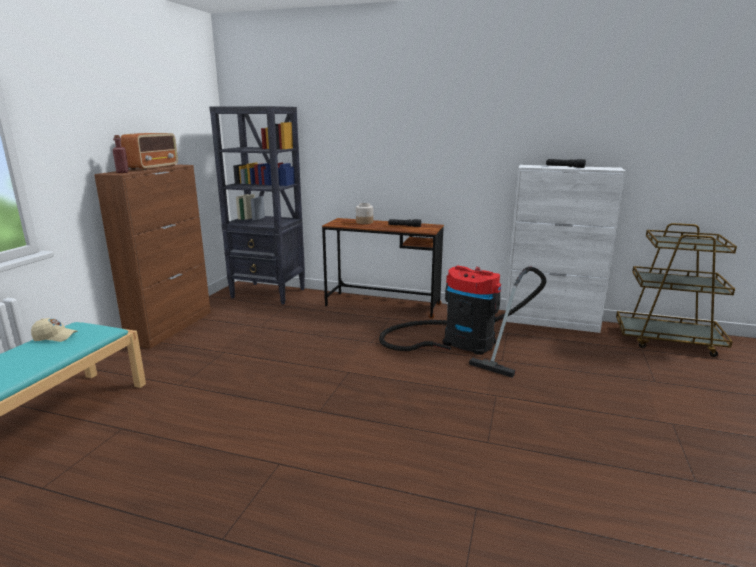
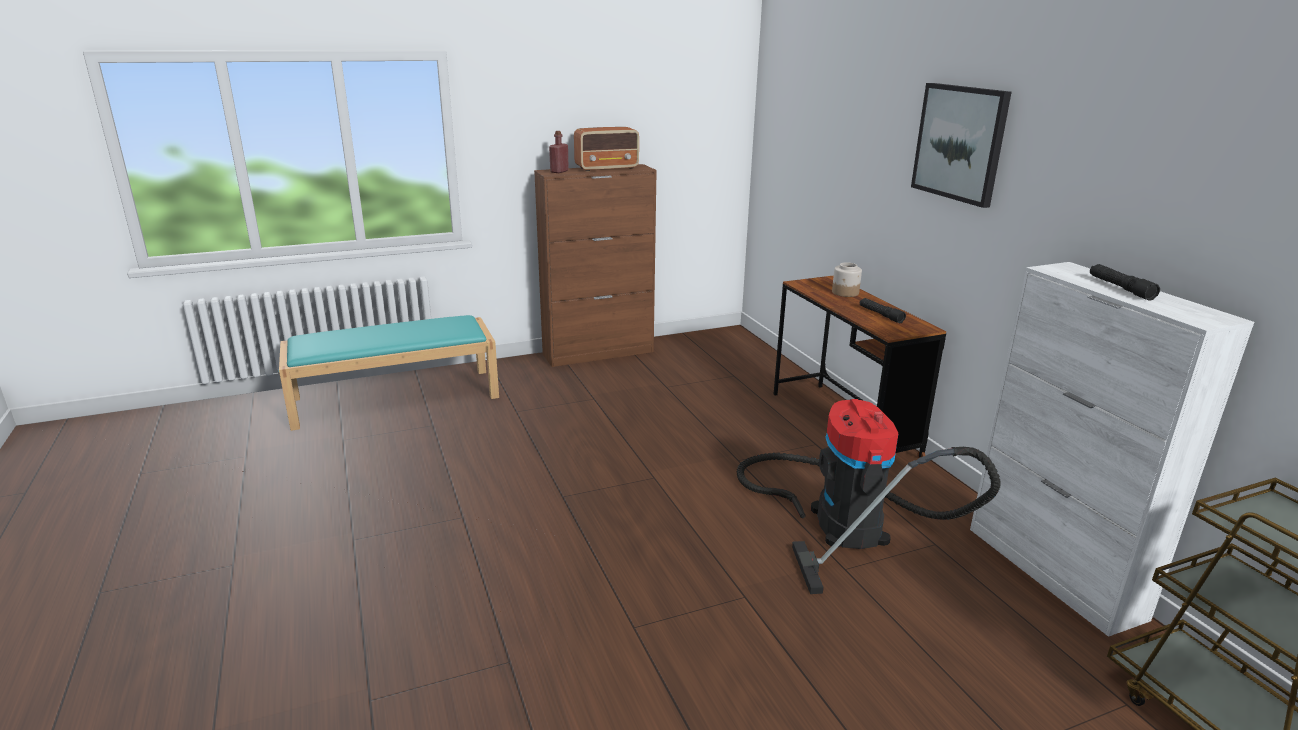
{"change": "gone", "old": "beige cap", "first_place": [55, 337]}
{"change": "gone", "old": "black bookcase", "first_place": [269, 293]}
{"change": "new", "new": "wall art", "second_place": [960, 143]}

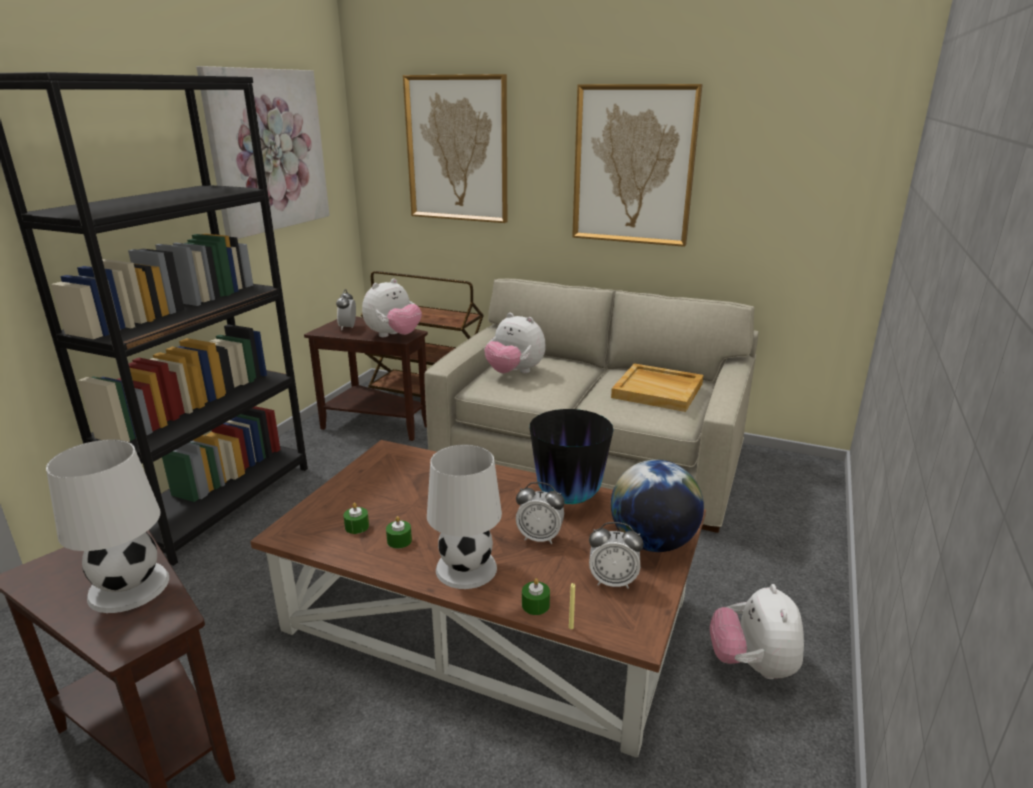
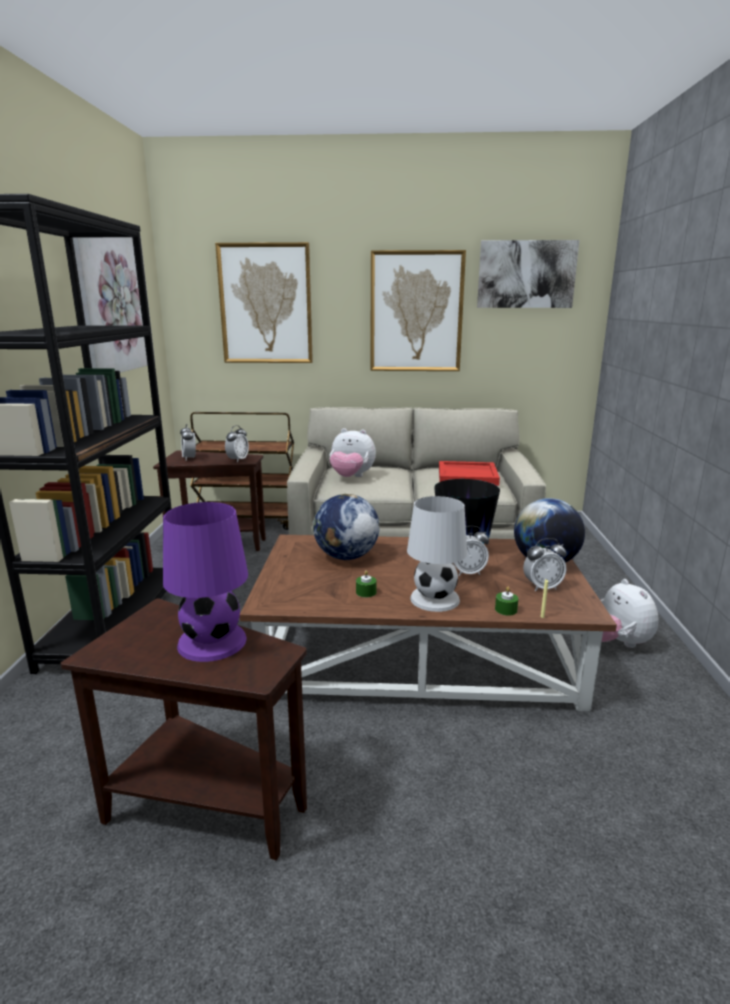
{"change": "repainted", "old": "white lamp for a table", "new": "purple lamp for a table", "first_place": [130, 587], "second_place": [213, 641]}
{"change": "gone", "old": "green-coloured candle", "first_place": [357, 526]}
{"change": "swapped", "old": "soft toy", "new": "alarm clock", "first_place": [393, 336], "second_place": [237, 460]}
{"change": "repainted", "old": "beige carrying tray", "new": "red-coloured carrying tray", "first_place": [658, 390], "second_place": [468, 476]}
{"change": "new", "new": "globe", "second_place": [346, 557]}
{"change": "new", "new": "wall art", "second_place": [526, 274]}

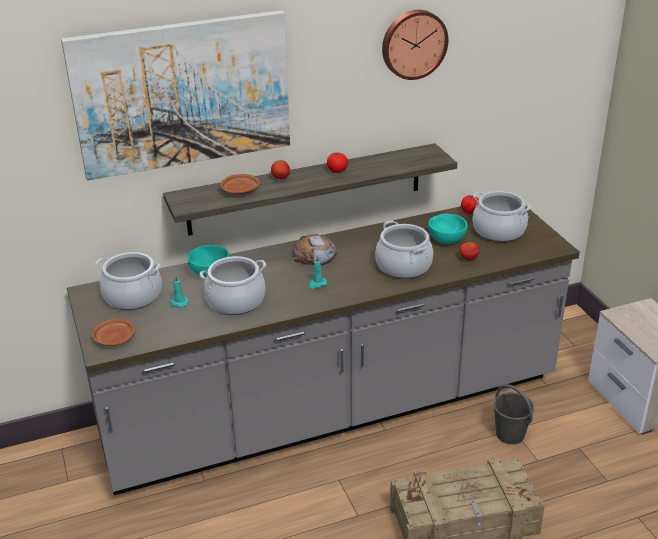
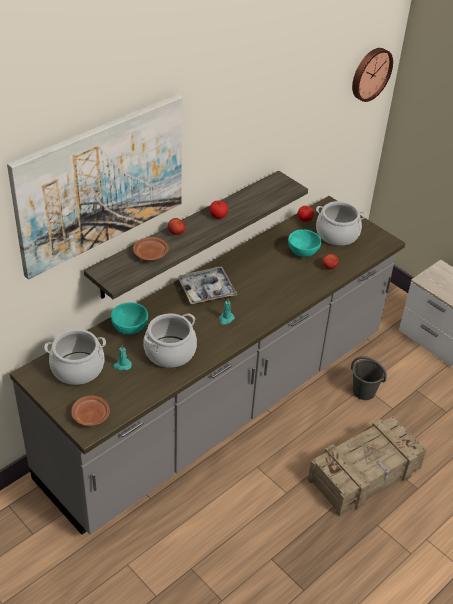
{"change": "swapped", "old": "bakery bread", "new": "carrying tray", "first_place": [314, 255], "second_place": [206, 290]}
{"change": "gone", "old": "saucepot", "first_place": [403, 266]}
{"change": "shifted", "old": "wall clock", "first_place": [413, 44], "second_place": [370, 73]}

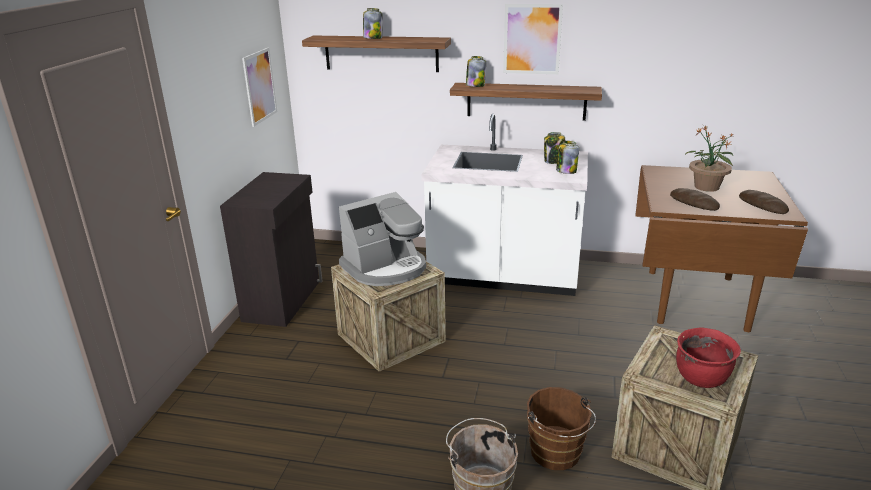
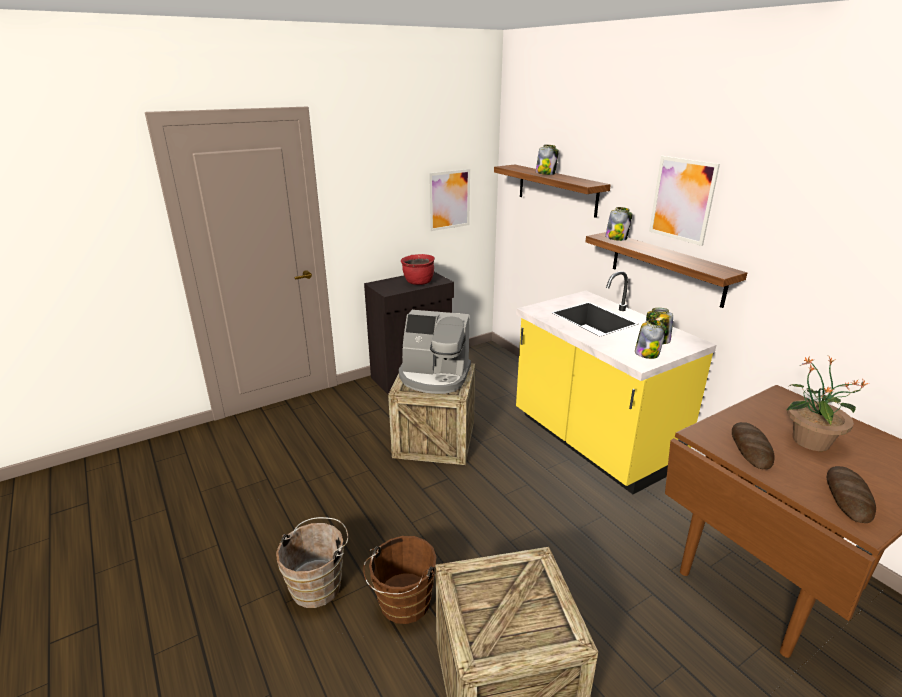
{"change": "repainted", "old": "white kitchen base unit", "new": "yellow kitchen base unit", "first_place": [504, 276], "second_place": [593, 441]}
{"change": "shifted", "old": "red-coloured saucepot", "first_place": [701, 379], "second_place": [418, 282]}

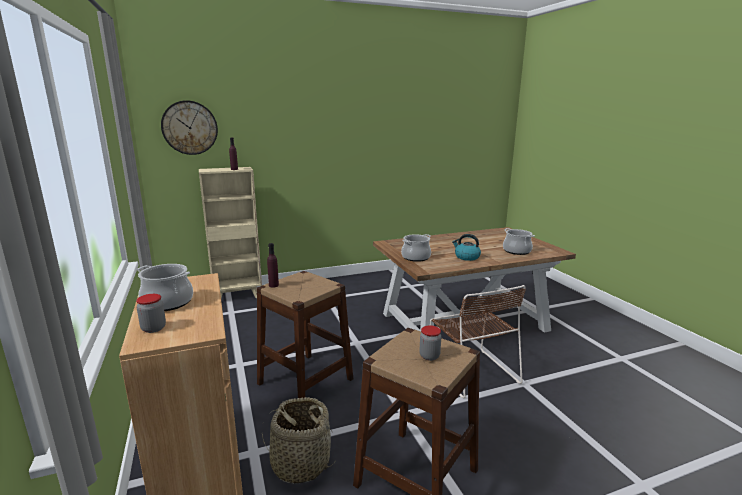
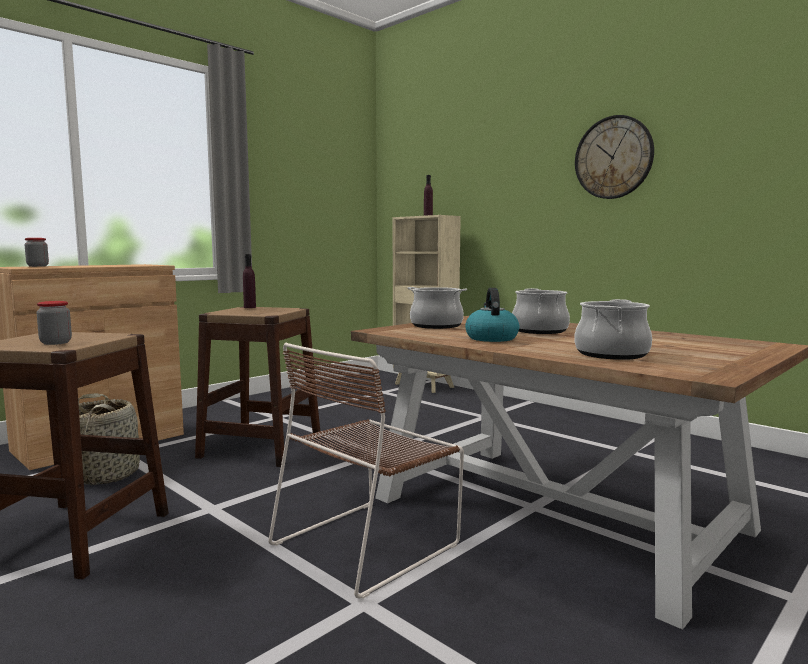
{"change": "shifted", "old": "saucepot", "first_place": [168, 302], "second_place": [540, 331]}
{"change": "shifted", "old": "wall clock", "first_place": [189, 128], "second_place": [613, 157]}

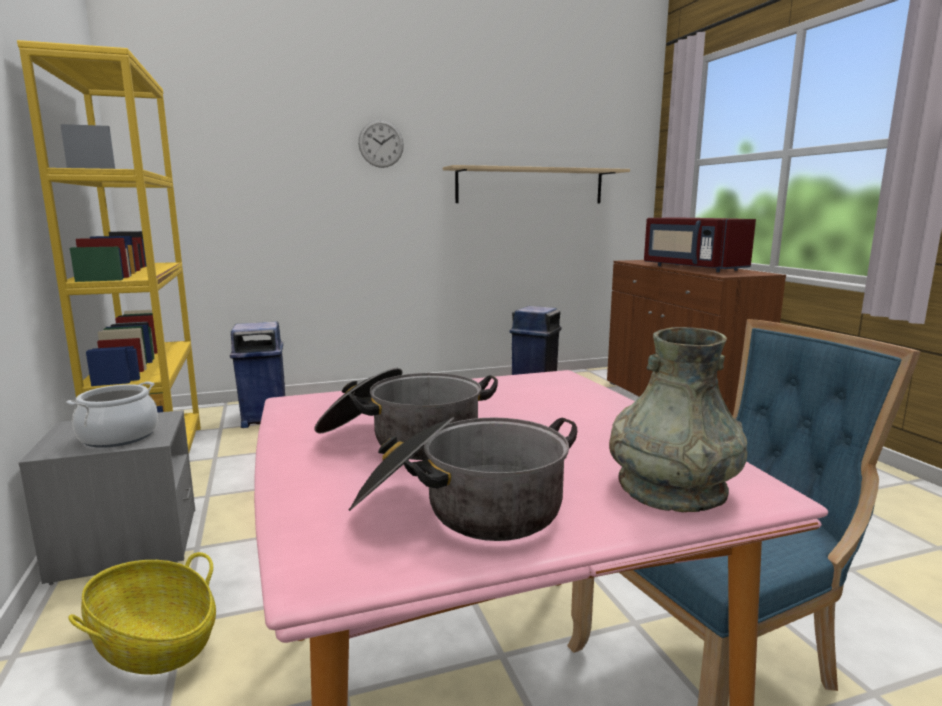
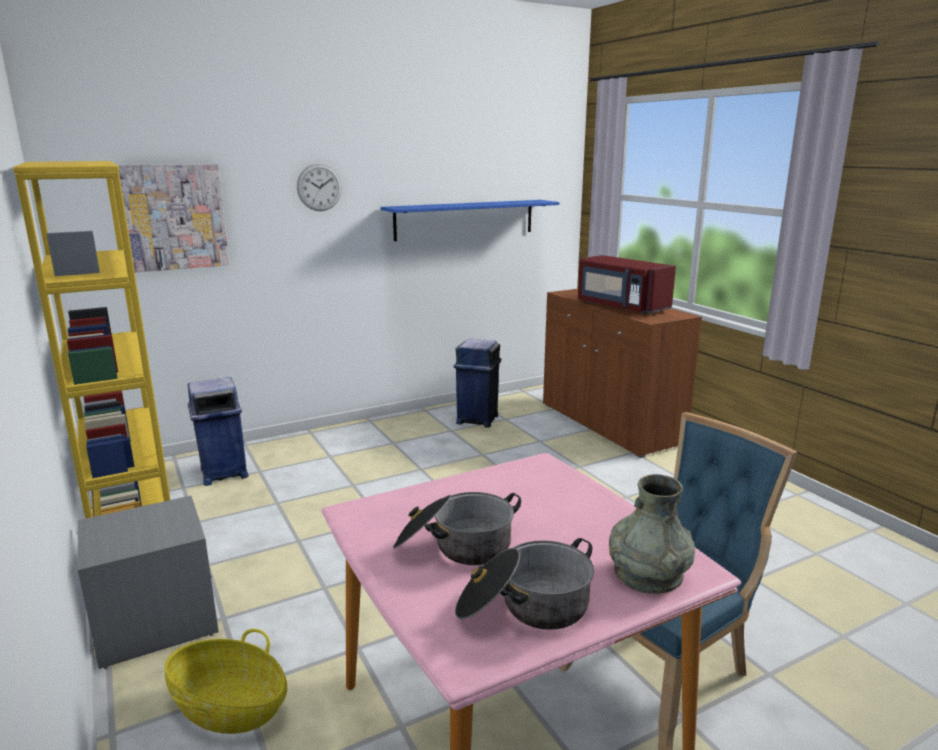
{"change": "gone", "old": "saucepot", "first_place": [119, 437]}
{"change": "repainted", "old": "beige wall shelf", "new": "blue wall shelf", "first_place": [530, 186], "second_place": [465, 219]}
{"change": "new", "new": "wall art", "second_place": [170, 217]}

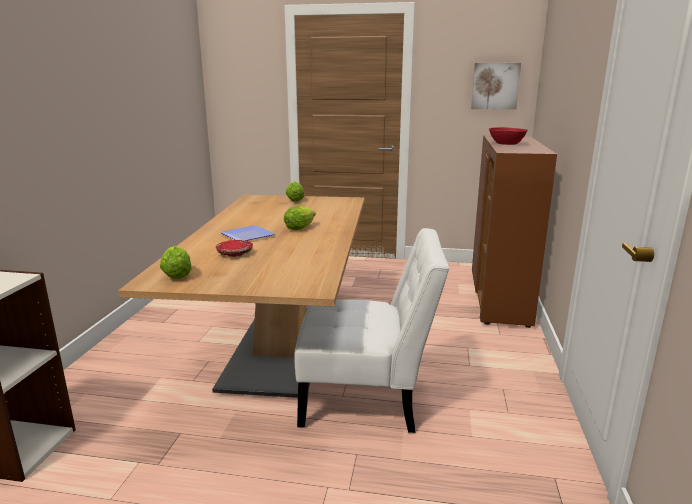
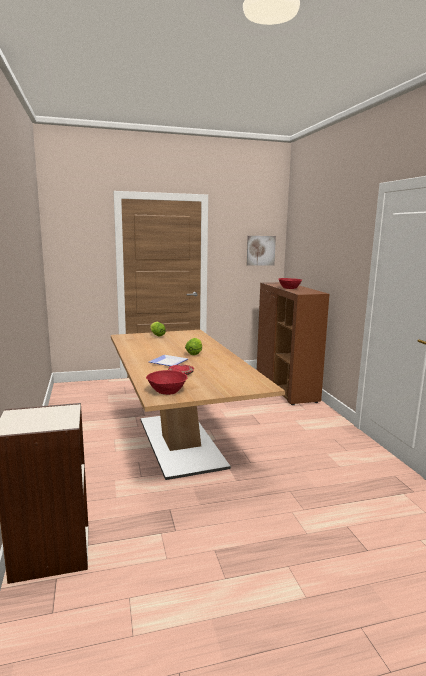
{"change": "swapped", "old": "lettuce head", "new": "red-coloured serving bowl", "first_place": [177, 274], "second_place": [166, 391]}
{"change": "gone", "old": "white plain chair", "first_place": [367, 398]}

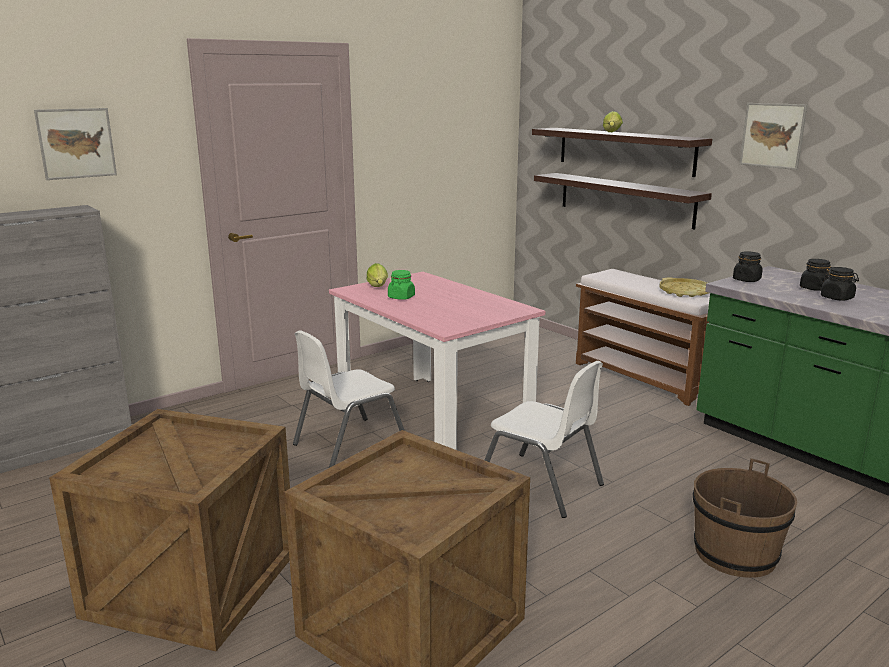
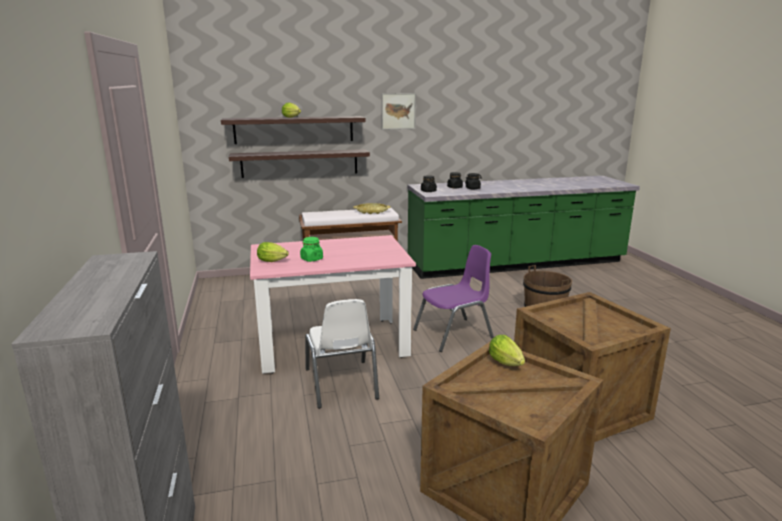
{"change": "gone", "old": "wall art", "first_place": [76, 143]}
{"change": "repainted", "old": "white plain chair", "new": "purple plain chair", "first_place": [540, 485], "second_place": [454, 334]}
{"change": "new", "new": "lettuce head", "second_place": [507, 364]}

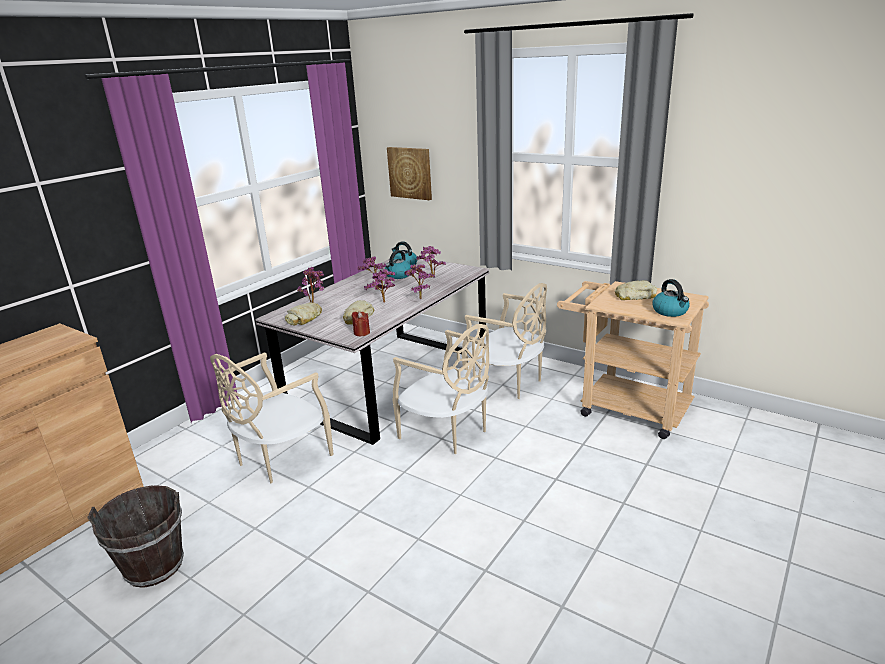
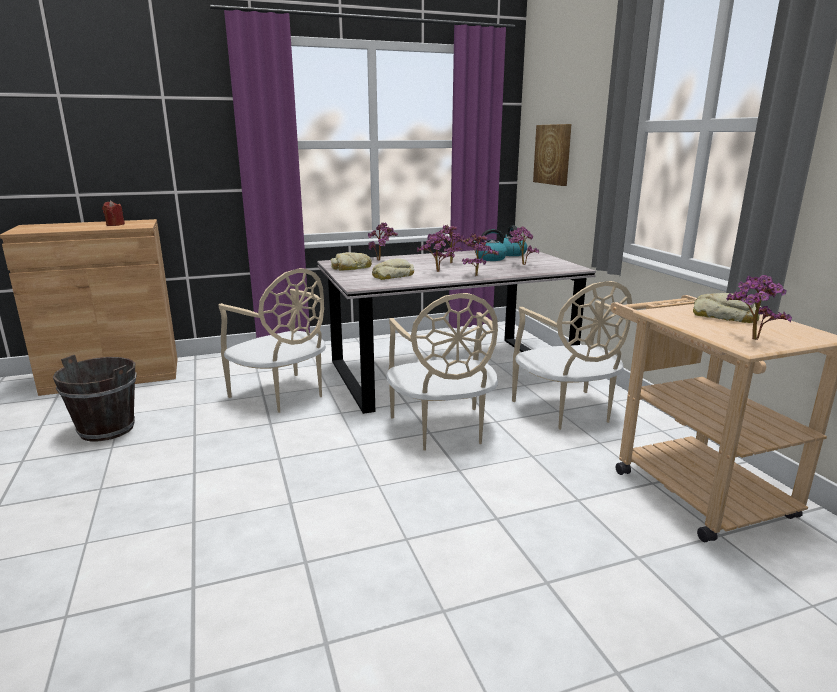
{"change": "rotated", "old": "beige plain chair", "first_place": [280, 458], "second_place": [282, 395], "degrees": -120}
{"change": "shifted", "old": "red-coloured candle", "first_place": [361, 333], "second_place": [115, 225]}
{"change": "swapped", "old": "water kettle", "new": "houseplant", "first_place": [670, 311], "second_place": [750, 339]}

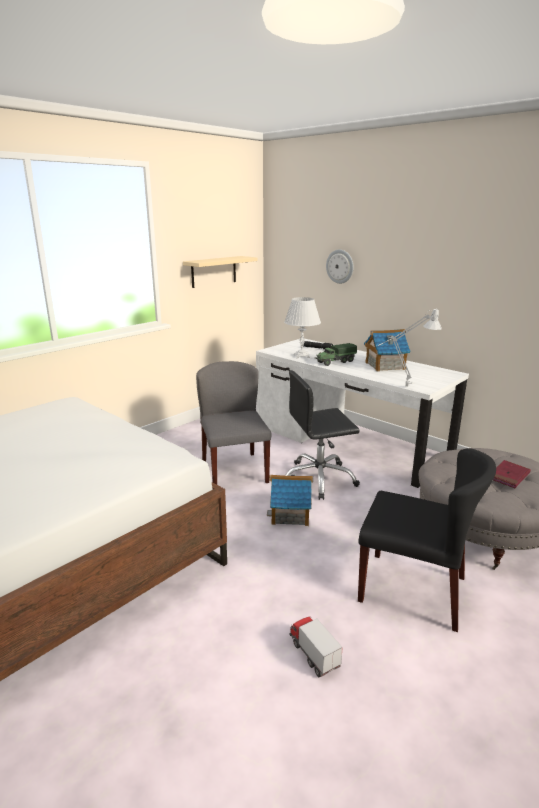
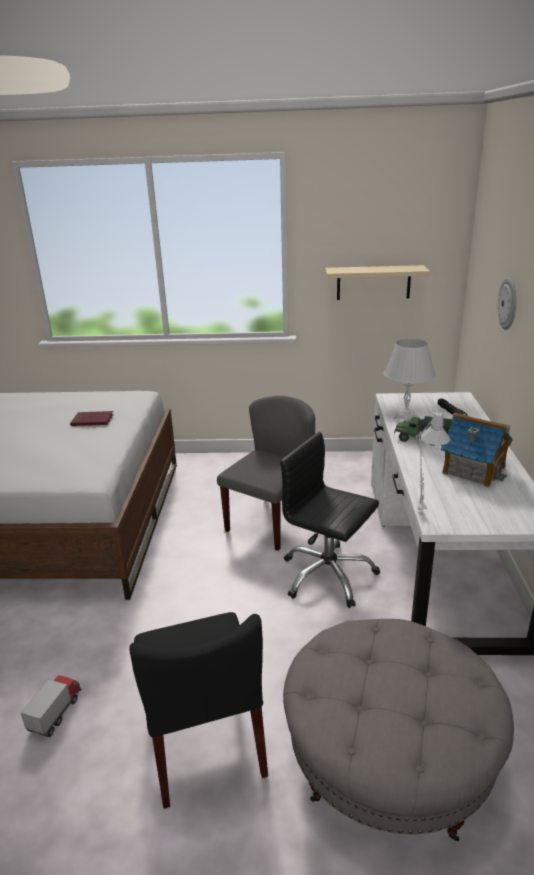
{"change": "gone", "old": "toy house", "first_place": [290, 514]}
{"change": "shifted", "old": "red-coloured book", "first_place": [508, 476], "second_place": [92, 421]}

